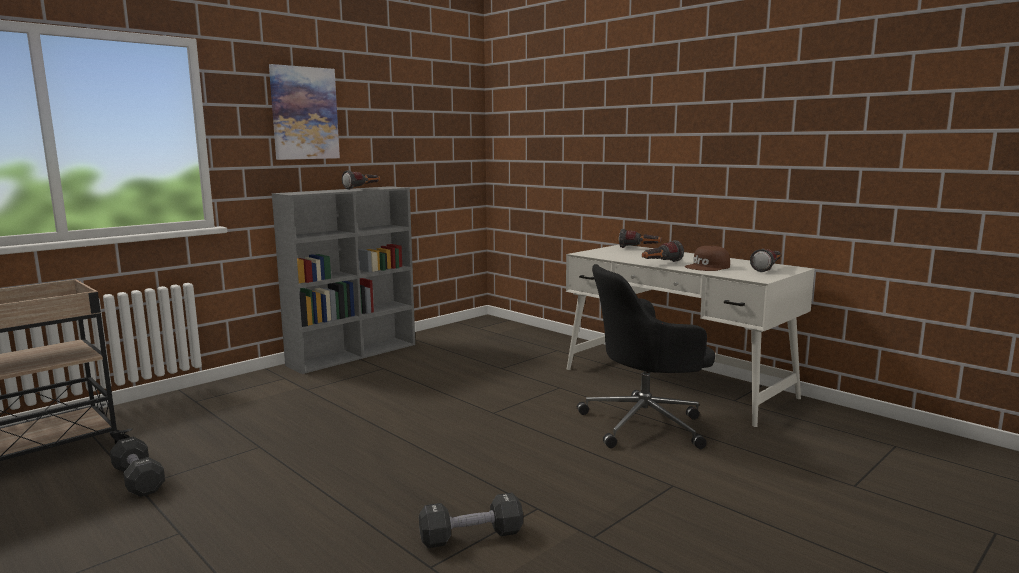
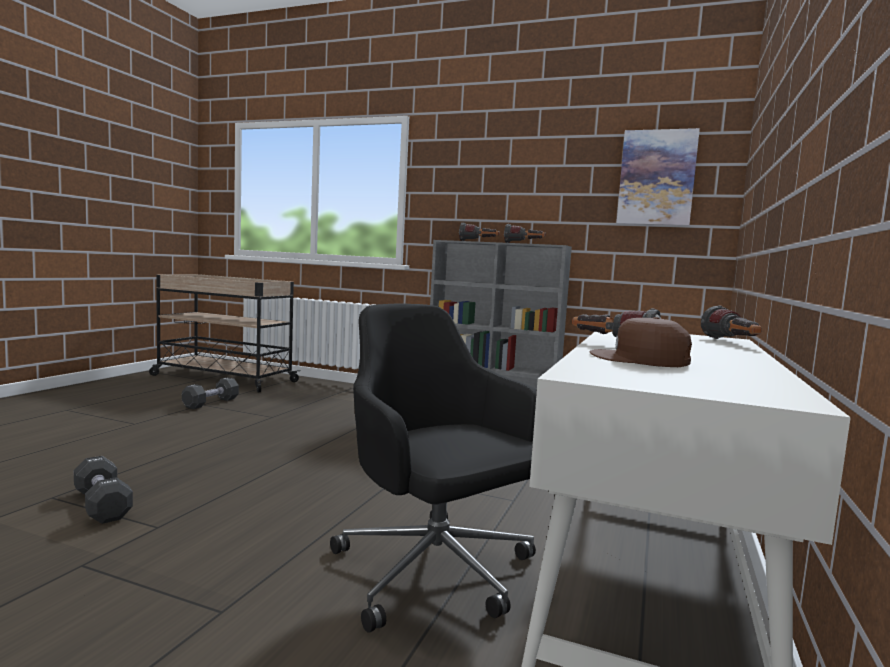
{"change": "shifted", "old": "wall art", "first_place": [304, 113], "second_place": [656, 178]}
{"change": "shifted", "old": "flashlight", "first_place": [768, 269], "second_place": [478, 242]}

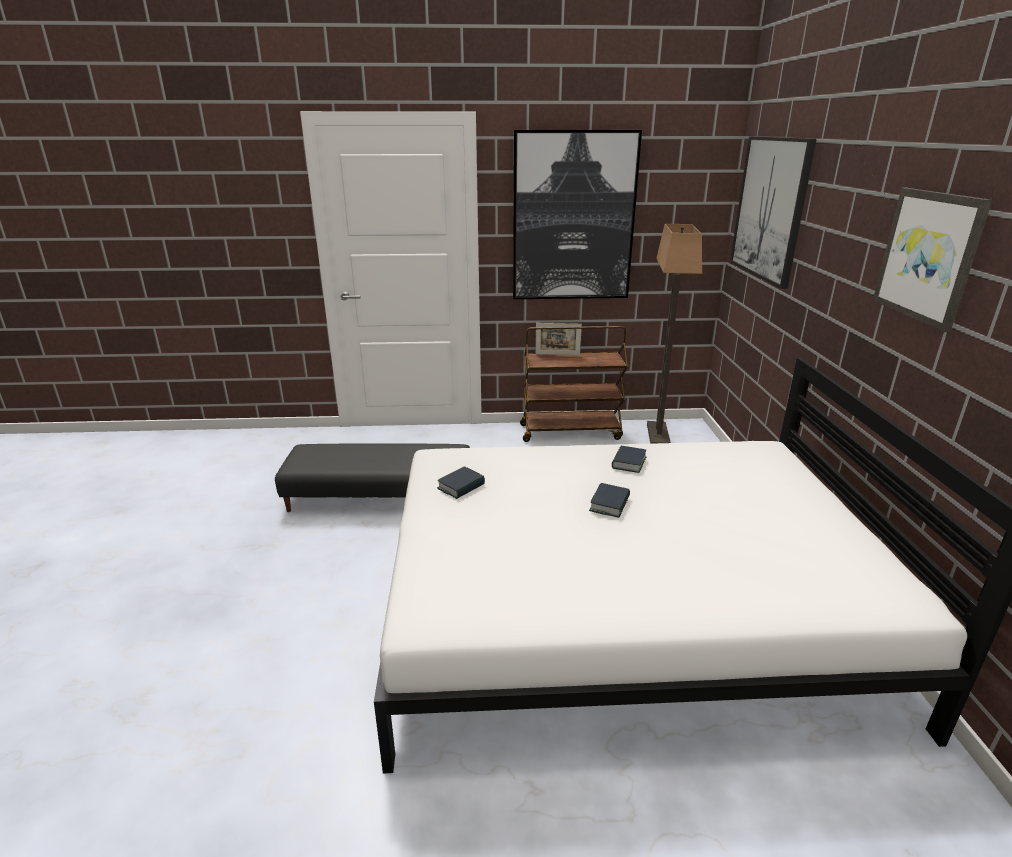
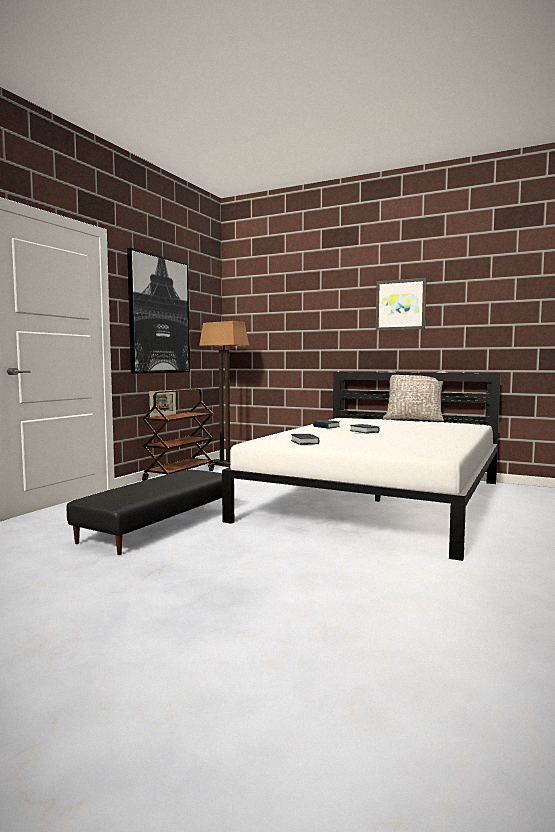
{"change": "gone", "old": "wall art", "first_place": [770, 209]}
{"change": "new", "new": "grey throw pillow", "second_place": [414, 420]}

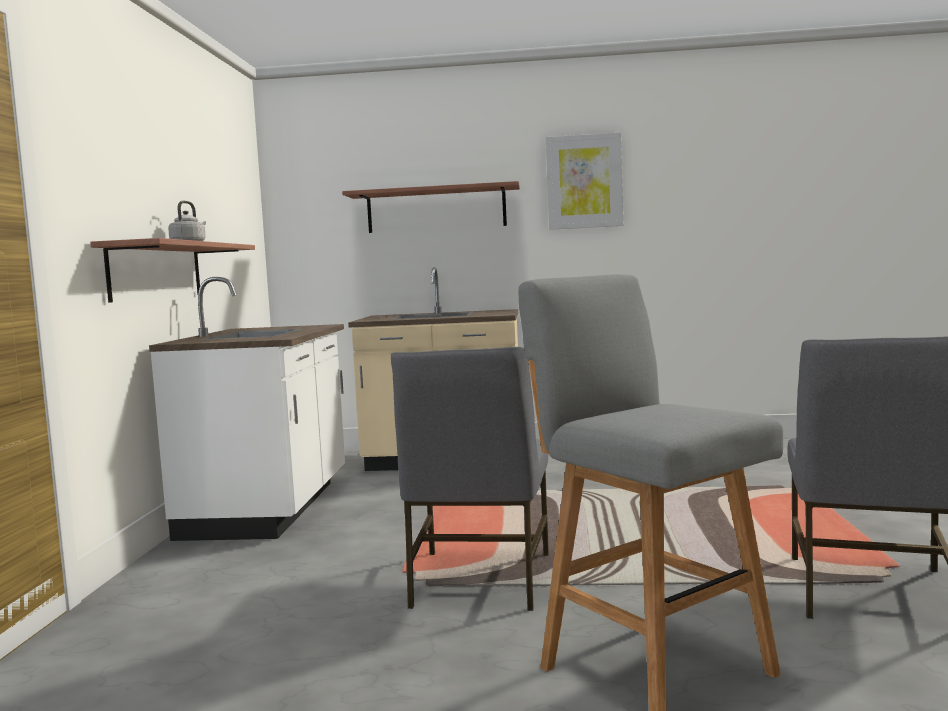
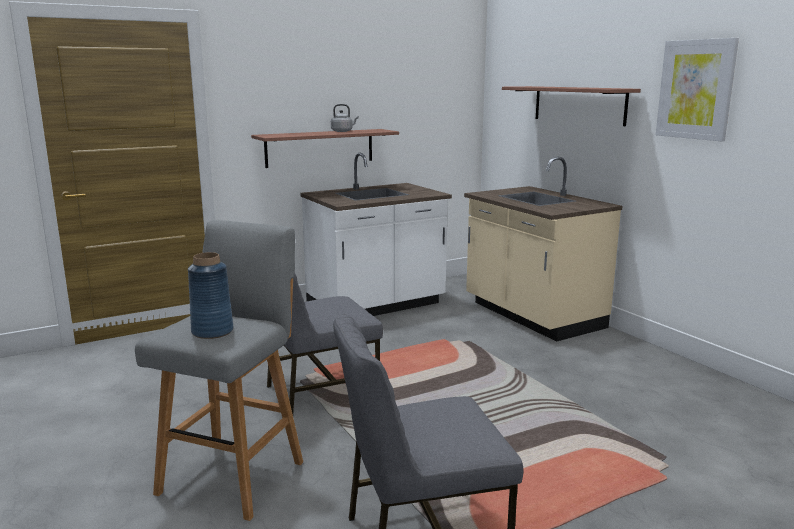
{"change": "new", "new": "blue vase", "second_place": [213, 331]}

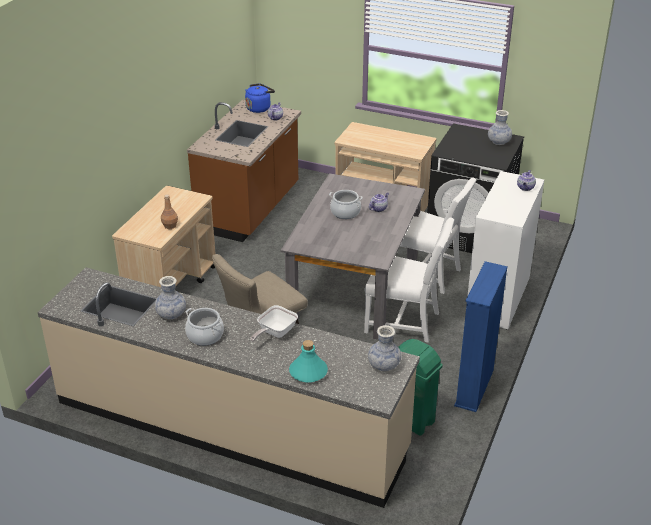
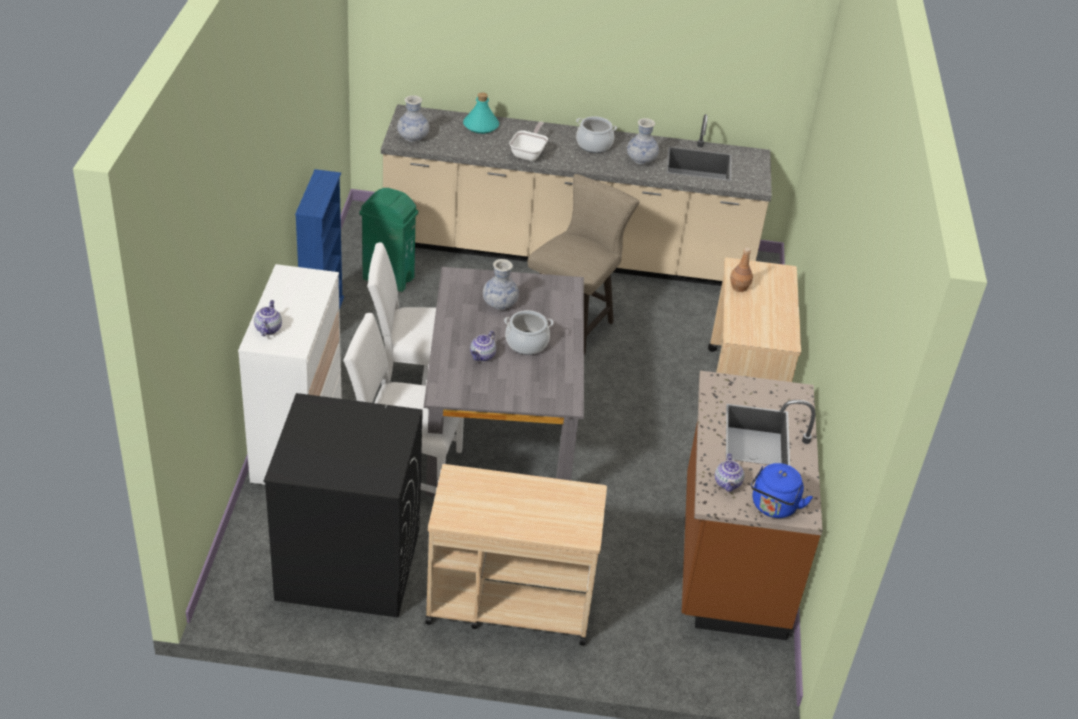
{"change": "shifted", "old": "vase", "first_place": [498, 142], "second_place": [499, 303]}

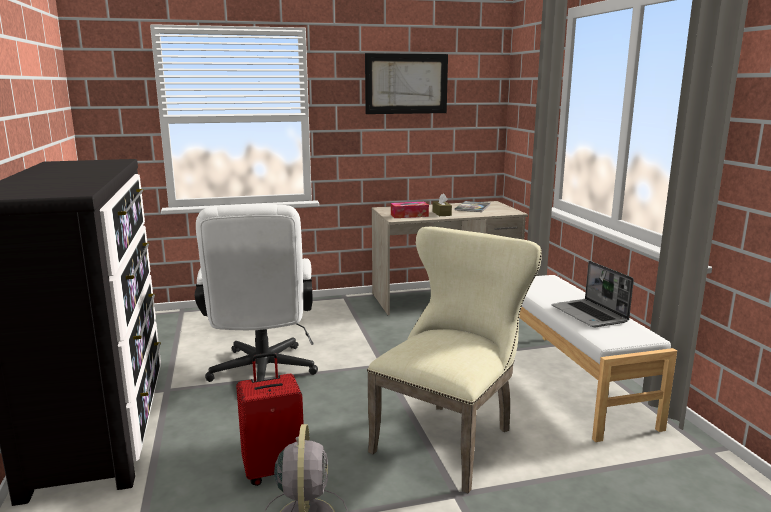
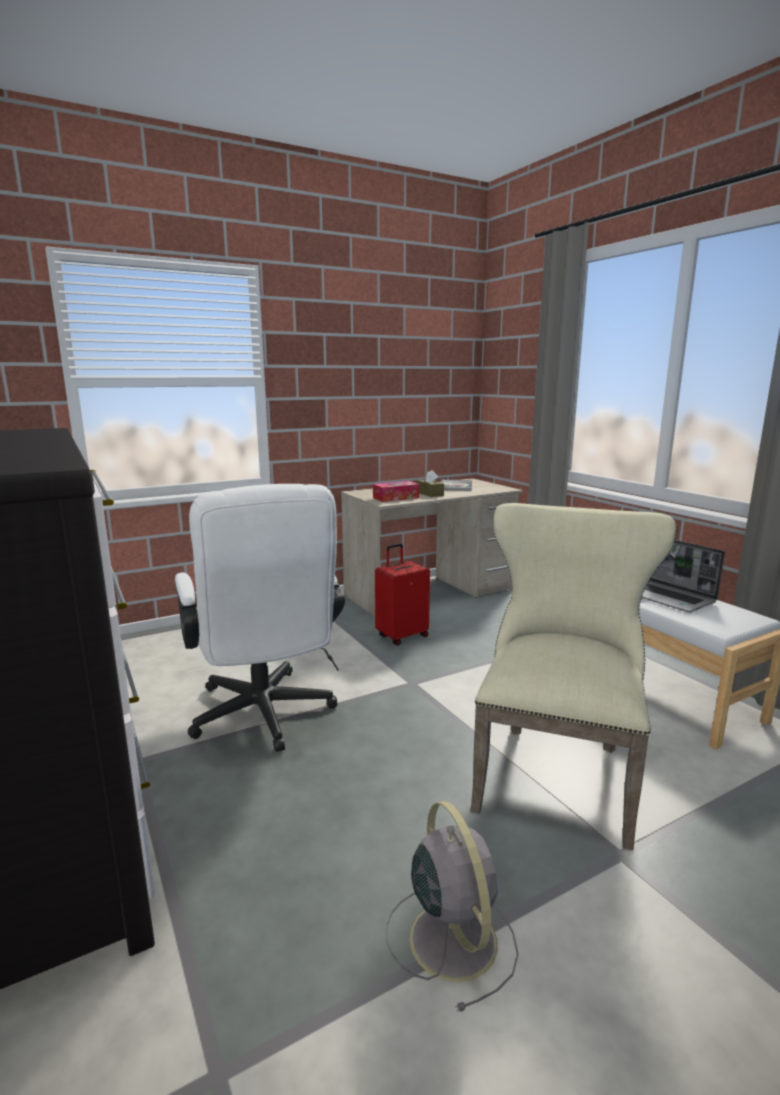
{"change": "shifted", "old": "red-coloured piece of luggage", "first_place": [274, 469], "second_place": [401, 636]}
{"change": "gone", "old": "wall art", "first_place": [406, 84]}

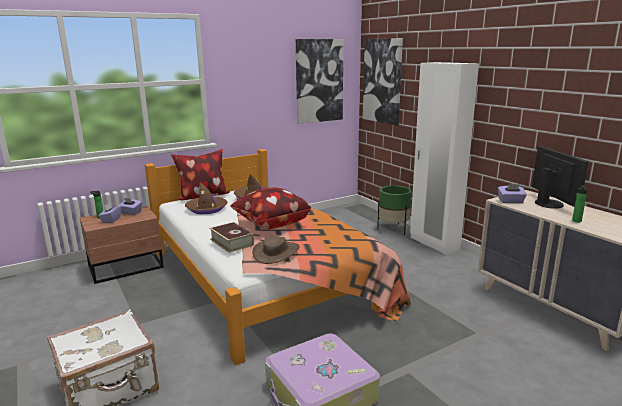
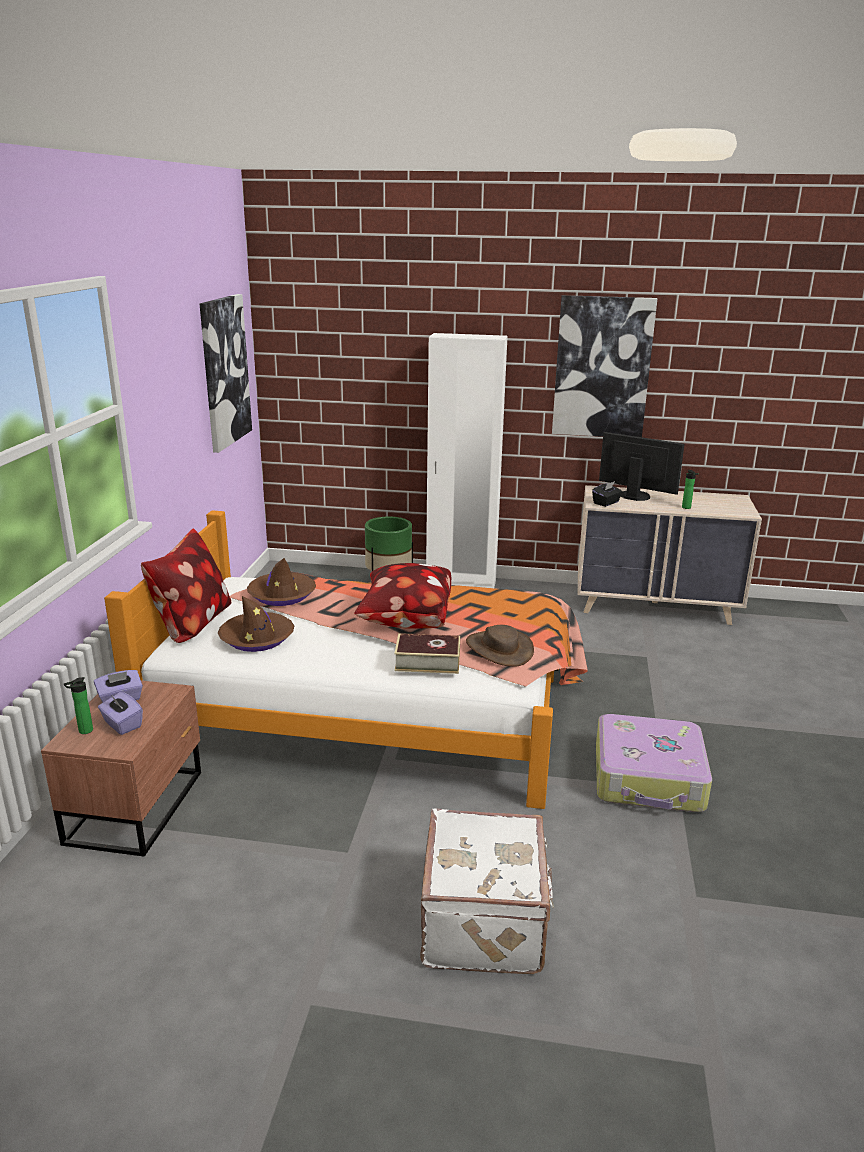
{"change": "shifted", "old": "wall art", "first_place": [382, 81], "second_place": [602, 367]}
{"change": "repainted", "old": "purple tissue box", "new": "black tissue box", "first_place": [510, 201], "second_place": [606, 503]}

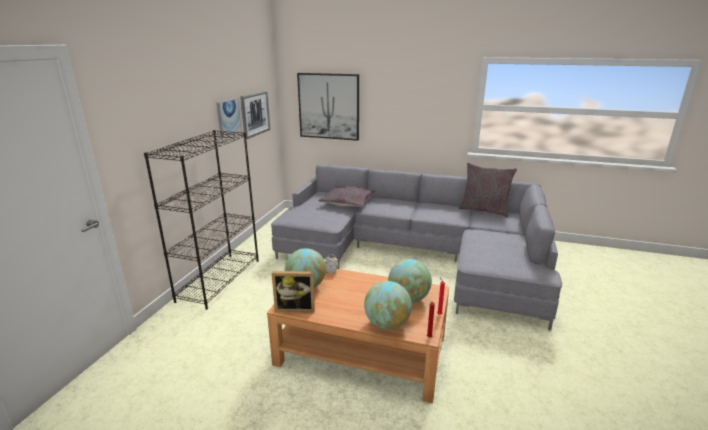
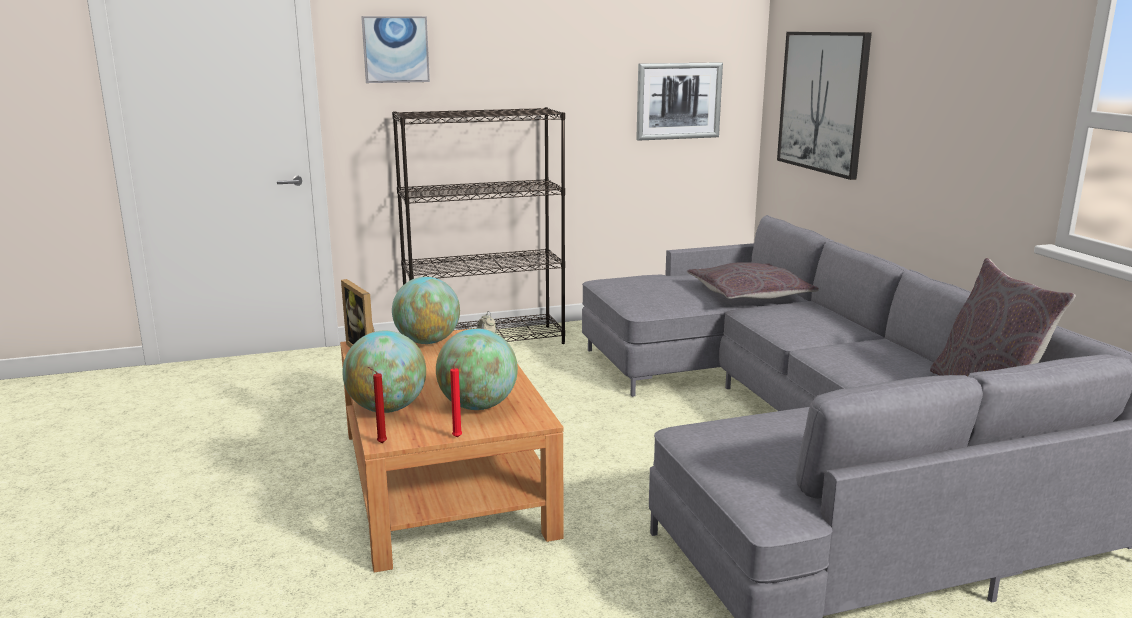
{"change": "shifted", "old": "wall art", "first_place": [228, 117], "second_place": [395, 49]}

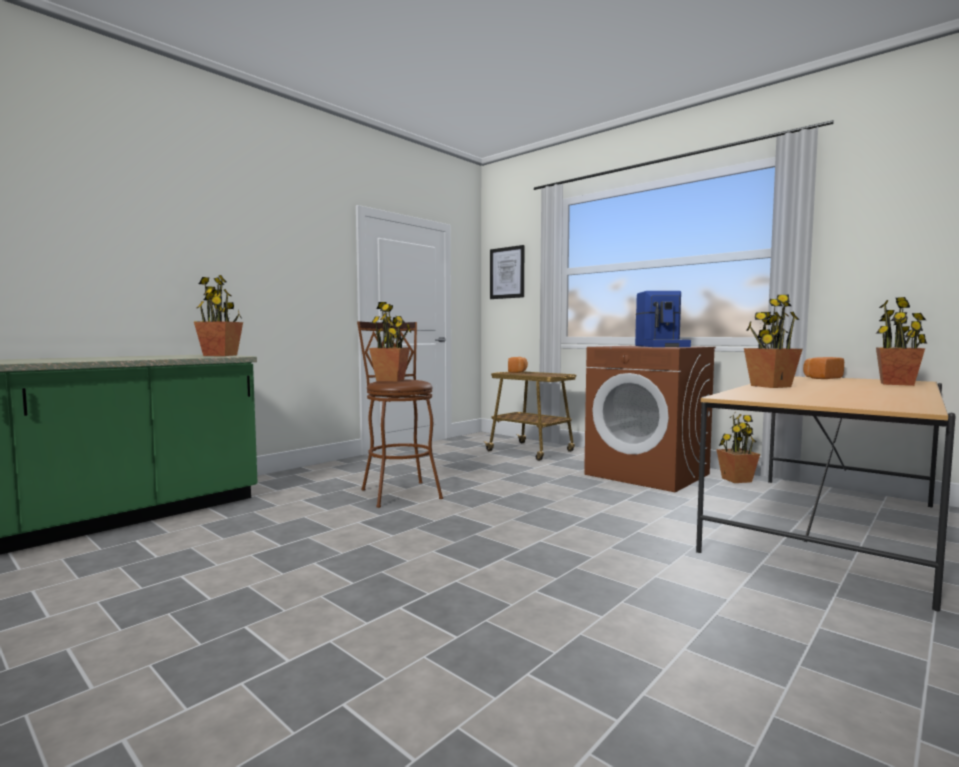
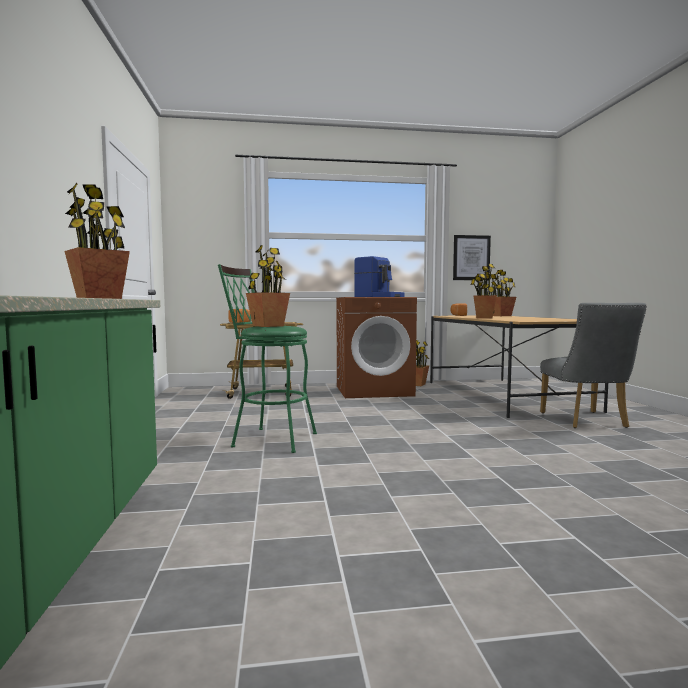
{"change": "repainted", "old": "brown-coloured sitting stool", "new": "green-coloured sitting stool", "first_place": [399, 492], "second_place": [268, 439]}
{"change": "shifted", "old": "wall art", "first_place": [507, 273], "second_place": [471, 258]}
{"change": "new", "new": "grey plain chair", "second_place": [586, 421]}

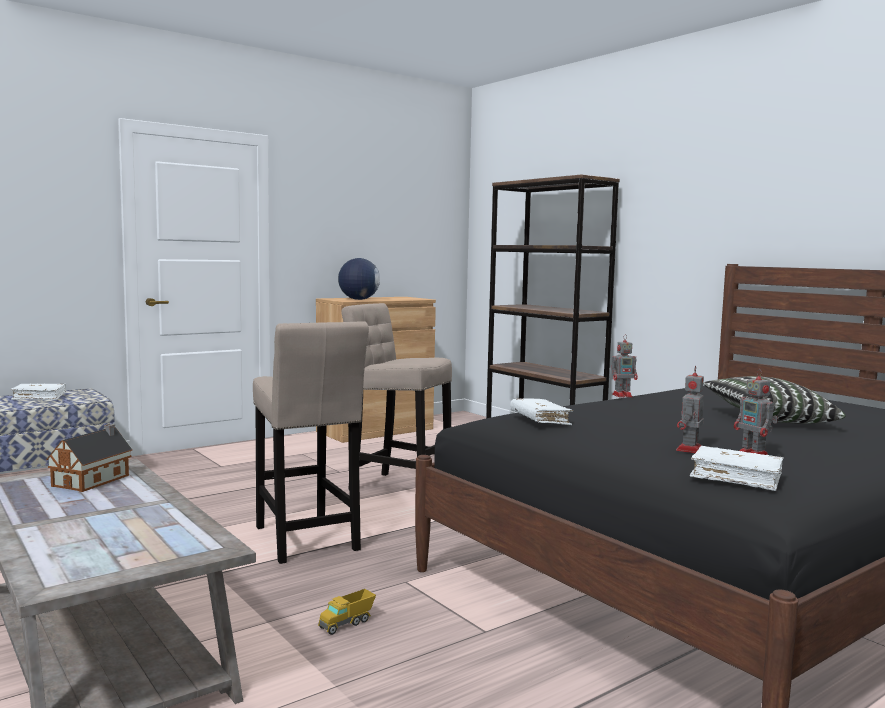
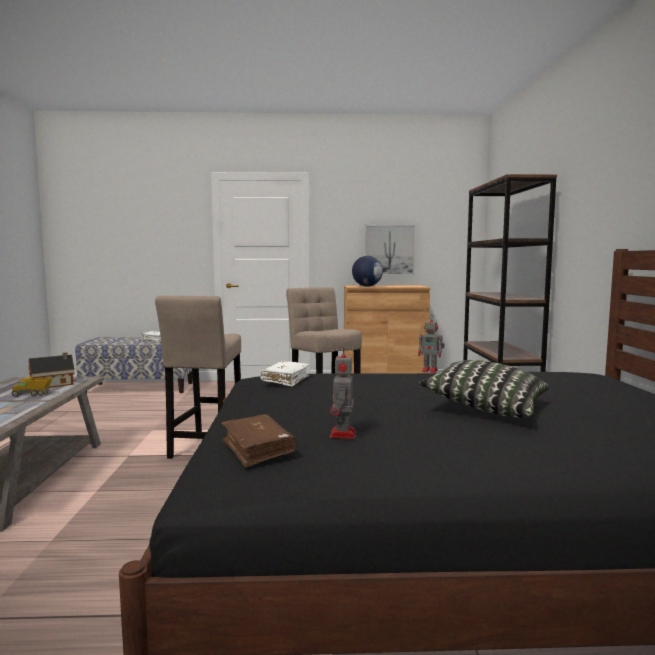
{"change": "shifted", "old": "toy lorry", "first_place": [347, 623], "second_place": [33, 394]}
{"change": "gone", "old": "toy robot", "first_place": [689, 450]}
{"change": "repainted", "old": "white book", "new": "brown-coloured book", "first_place": [736, 477], "second_place": [257, 449]}
{"change": "new", "new": "wall art", "second_place": [389, 250]}

